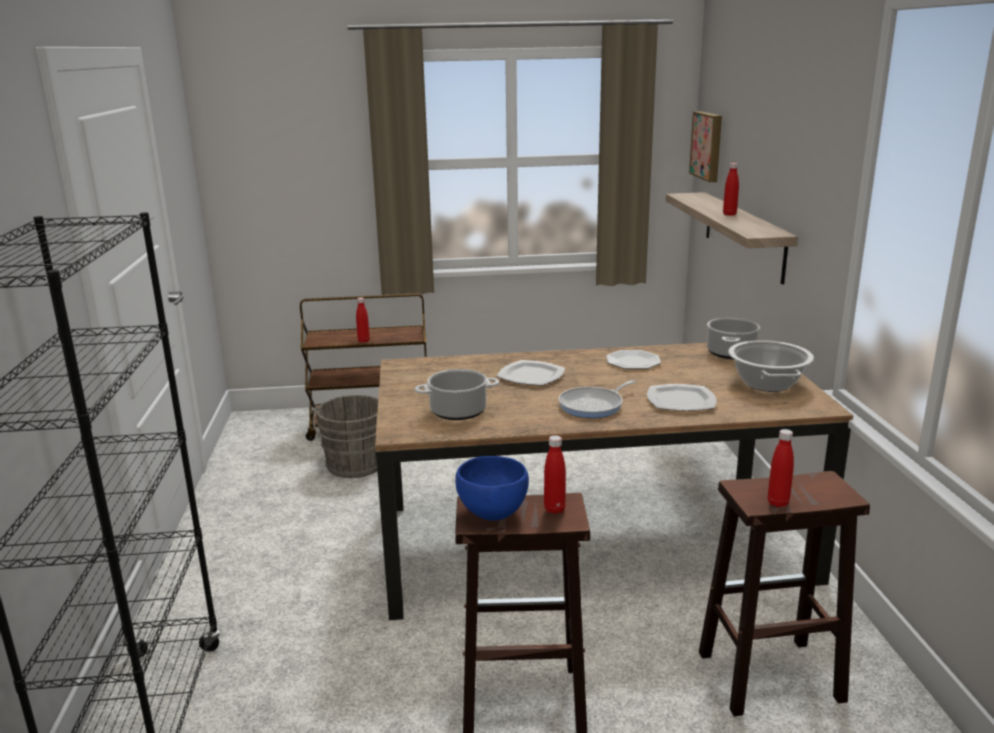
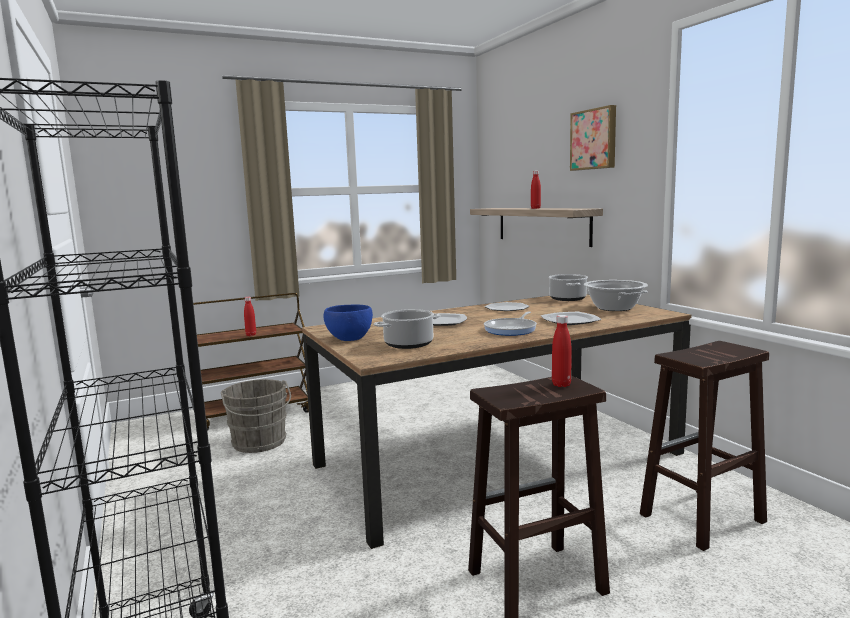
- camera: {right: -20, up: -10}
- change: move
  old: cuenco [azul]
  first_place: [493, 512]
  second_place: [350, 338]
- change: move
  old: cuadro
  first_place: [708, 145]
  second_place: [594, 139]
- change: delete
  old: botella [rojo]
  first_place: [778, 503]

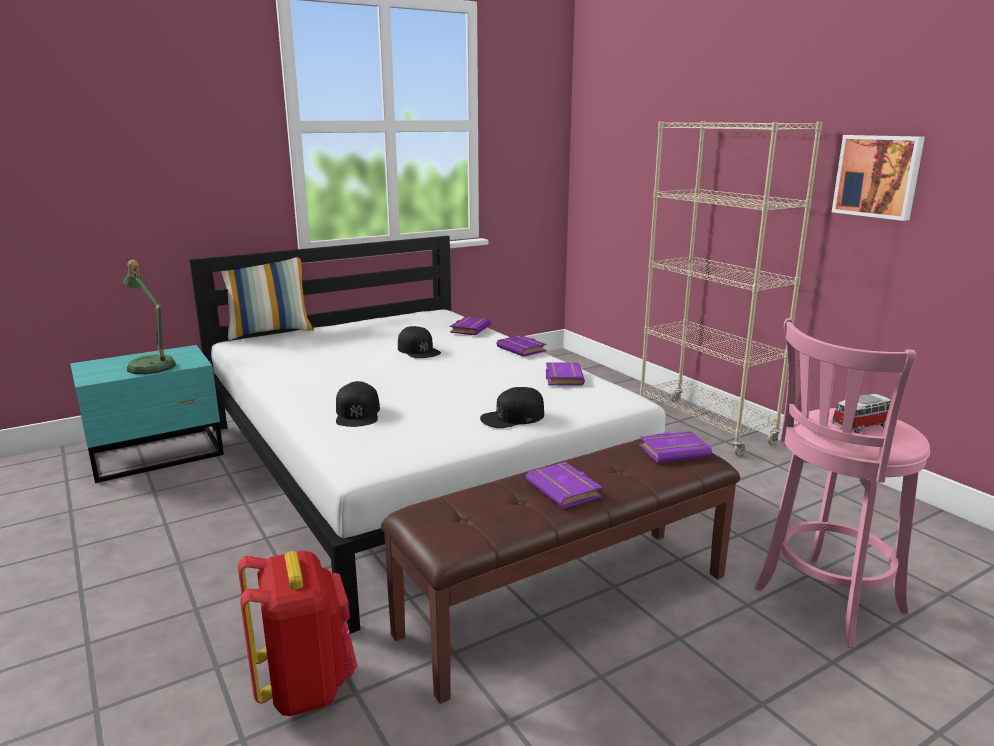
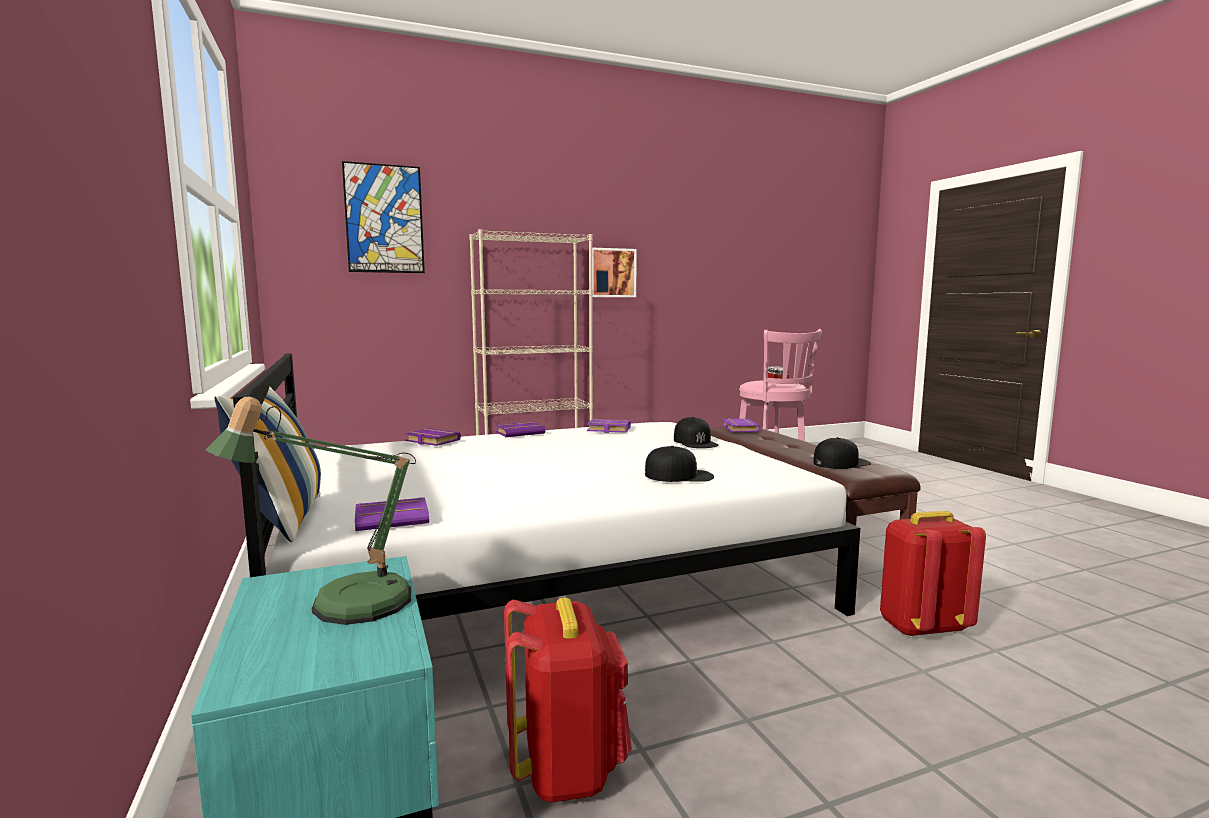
- camera: {right: -80, up: -10}
- change: move
  old: gorra [negro]
  first_place: [418, 350]
  second_place: [841, 463]
- change: move
  old: libro [morado]
  first_place: [566, 490]
  second_place: [393, 519]
- change: insert
  new: cuadro
  second_place: [384, 219]
- change: insert
  new: mochila [rojo]
  second_place: [567, 769]

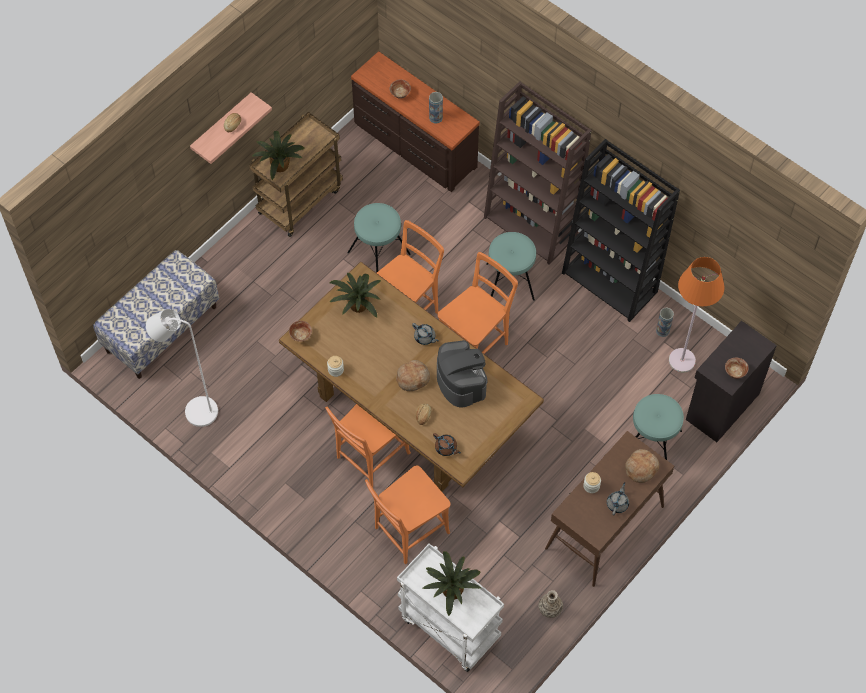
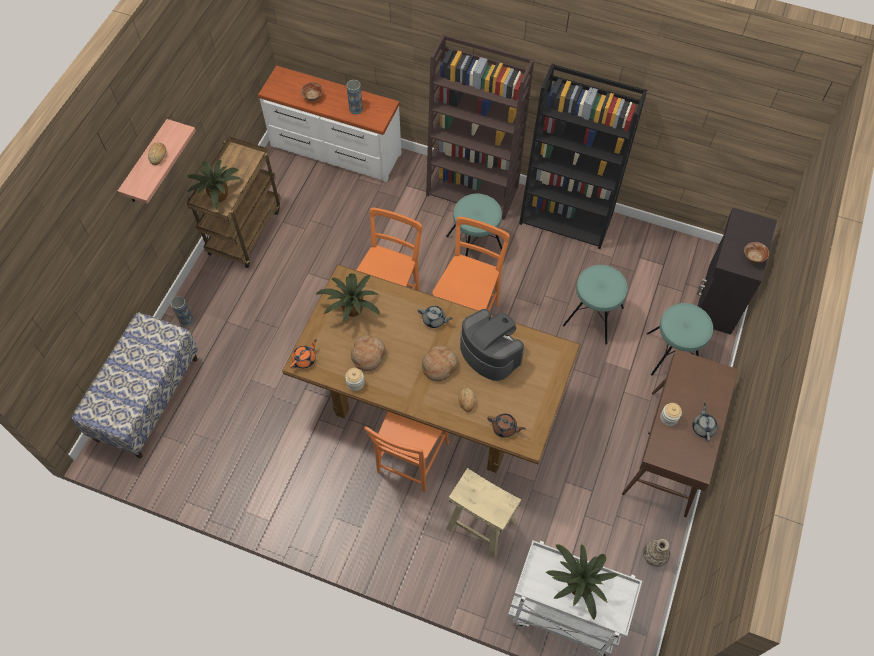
- camera: {right: -20, up: 0}
- change: delete
  old: lámpara de pie [blanco]
  first_place: [195, 411]
- change: replace
  old: cuenco
  new: tetera [naranja]
  first_place: [301, 336]
  second_place: [304, 359]
- change: move
  old: taburete [turquesa]
  first_place: [379, 253]
  second_place: [593, 316]
- change: recolor
  old: cómoda [marrón]
  new: cómoda [blanco]
  first_place: [414, 145]
  second_place: [335, 150]
- change: replace
  old: silla [naranja]
  new: taburete [beis]
  first_place: [408, 532]
  second_place: [480, 525]
- change: move
  old: pan
  first_place: [641, 468]
  second_place: [368, 355]
- change: move
  old: florero
  first_place: [662, 330]
  second_place: [186, 320]
- change: delete
  old: lámpara de pie [naranja]
  first_place: [682, 361]

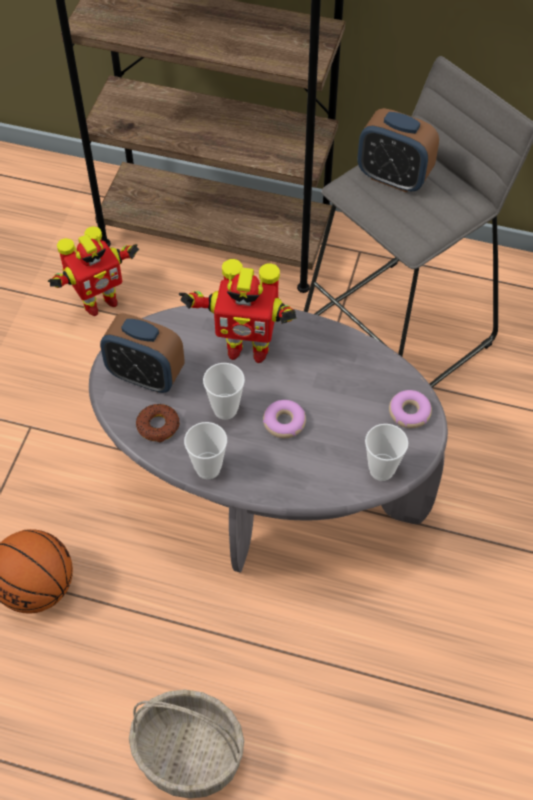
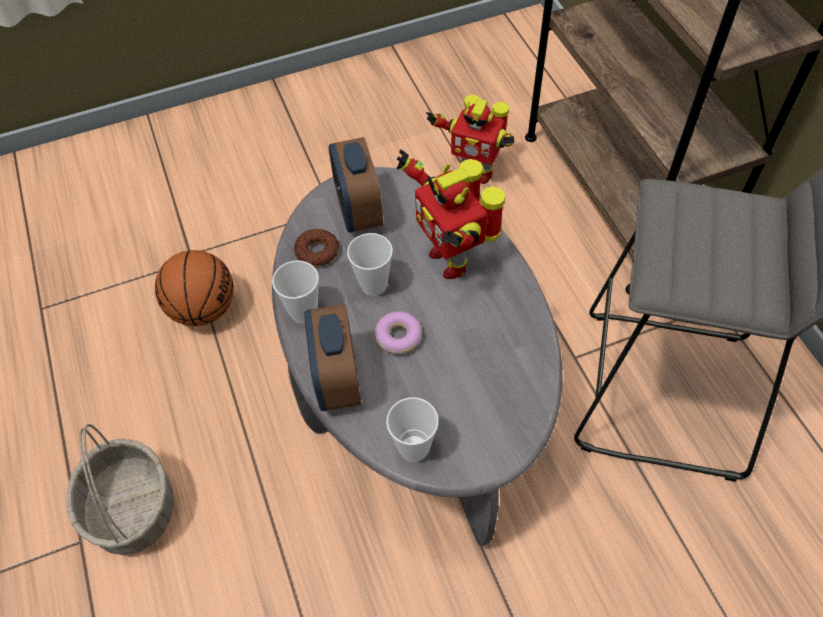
- camera: {right: 55, up: 0}
- change: move
  old: despertador
  first_place: [393, 177]
  second_place: [337, 379]
- change: delete
  old: rosquilla
  first_place: [409, 413]

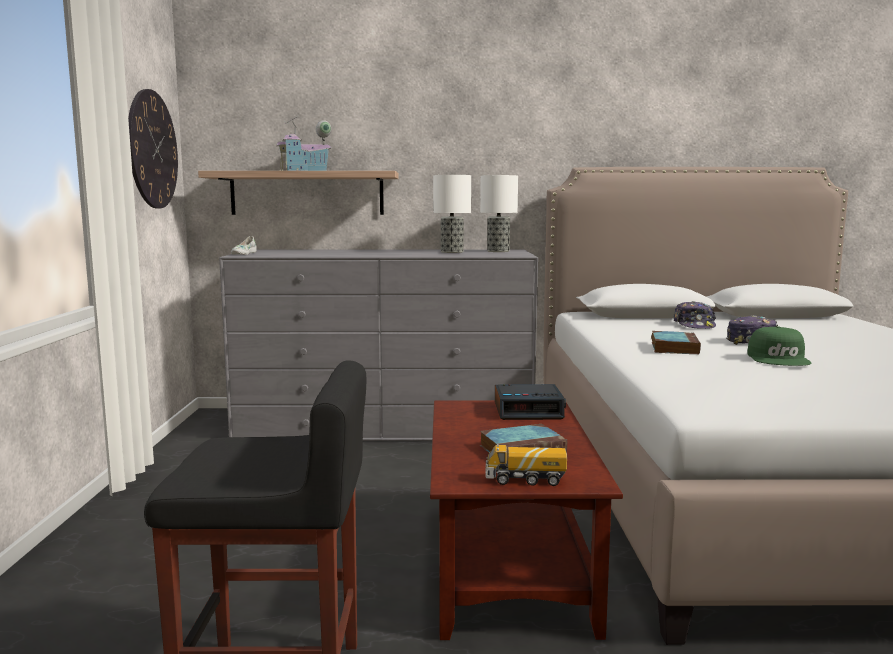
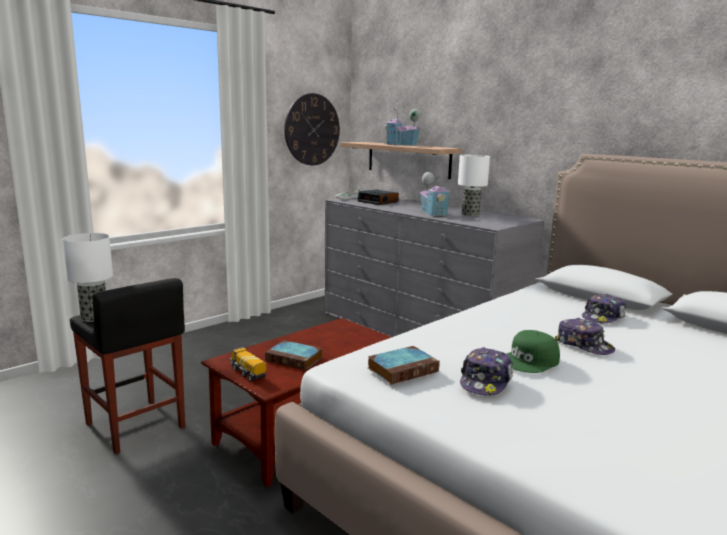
- camera: {right: 45, up: 5}
- change: move
  old: lámpara de mesa
  first_place: [498, 251]
  second_place: [93, 318]
- change: move
  old: despertador
  first_place: [528, 410]
  second_place: [378, 202]
- change: move
  old: libro
  first_place: [673, 347]
  second_place: [403, 369]
- change: insert
  new: casita
  second_place: [433, 213]
- change: insert
  new: gorra
  second_place: [486, 381]

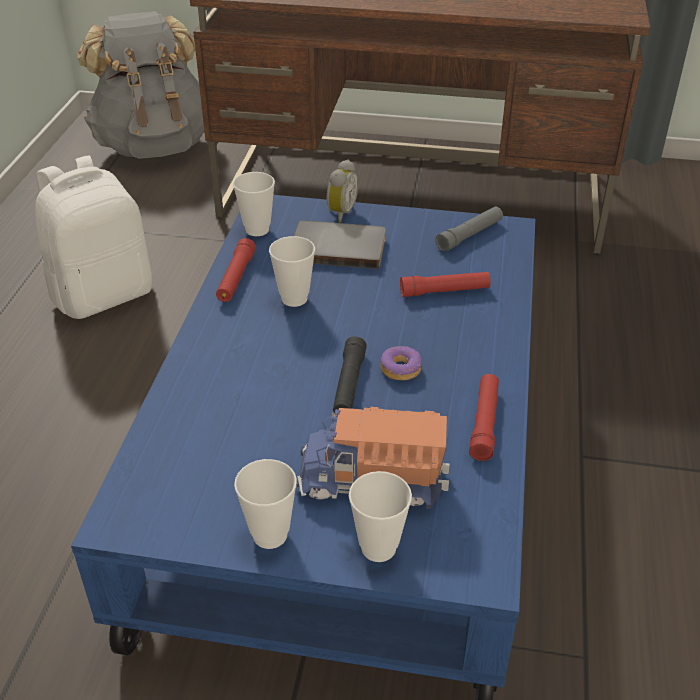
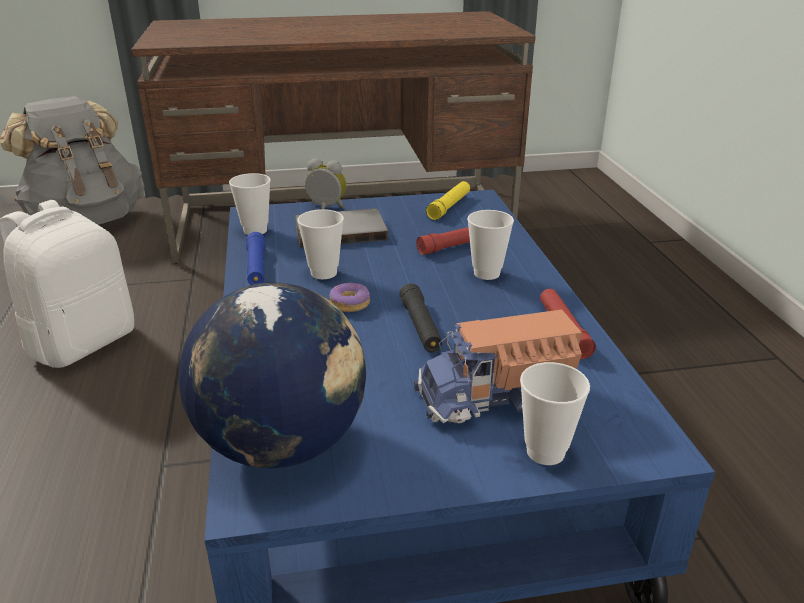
- camera: {right: -20, up: -10}
- change: recolor
  old: linterna [rojo]
  new: linterna [azul]
  first_place: [236, 278]
  second_place: [256, 267]
- change: move
  old: taza
  first_place: [270, 535]
  second_place: [486, 273]
- change: rotate
  old: despertador
  first_place: [340, 213]
  second_place: [325, 208]
  degrees: -75
- change: move
  old: rosquilla
  first_place: [401, 369]
  second_place: [350, 304]
- change: recolor
  old: linterna [gris]
  new: linterna [amarillo]
  first_place: [470, 235]
  second_place: [449, 206]
- change: insert
  new: globo terráqueo
  second_place: [283, 443]

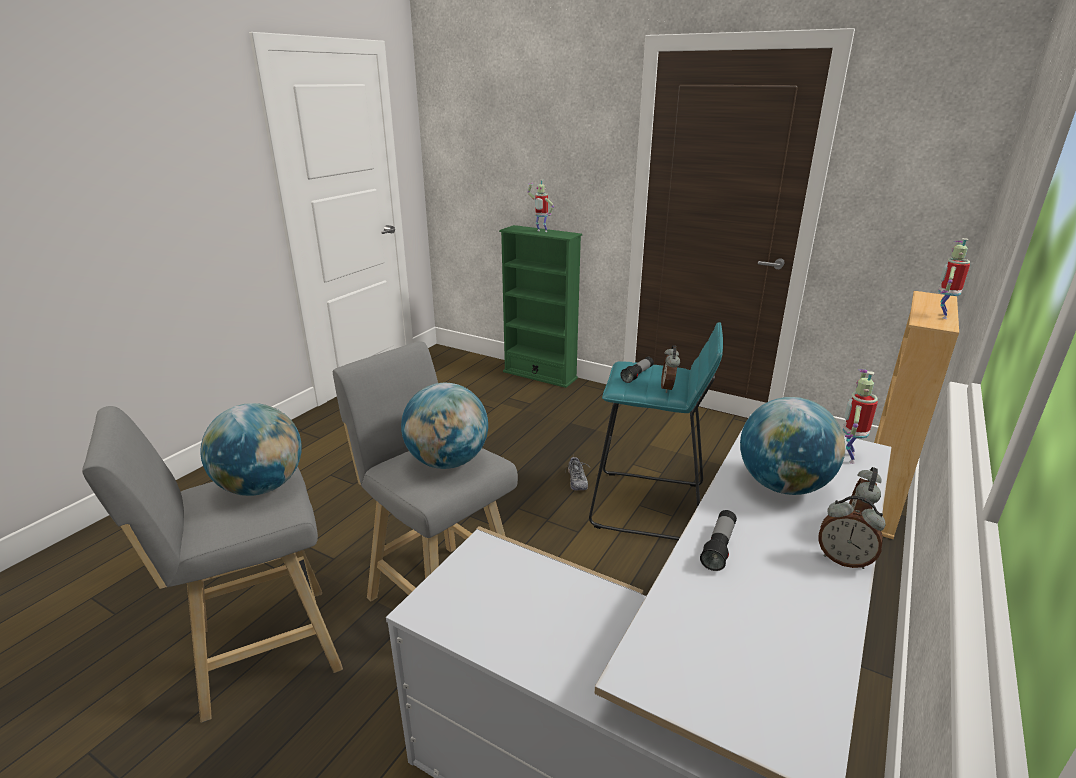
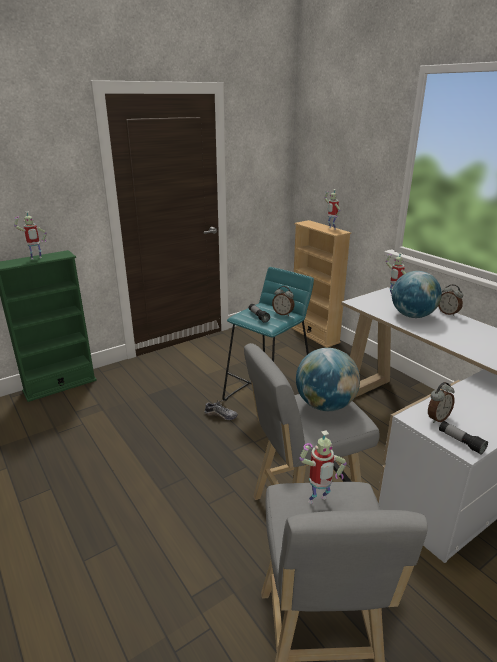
- camera: {right: -65, up: 0}
- change: replace
  old: globo terráqueo
  new: robot de juguete
  first_place: [261, 487]
  second_place: [318, 502]
- change: move
  old: linterna
  first_place: [719, 547]
  second_place: [460, 442]
- change: move
  old: despertador
  first_place: [844, 559]
  second_place: [437, 418]

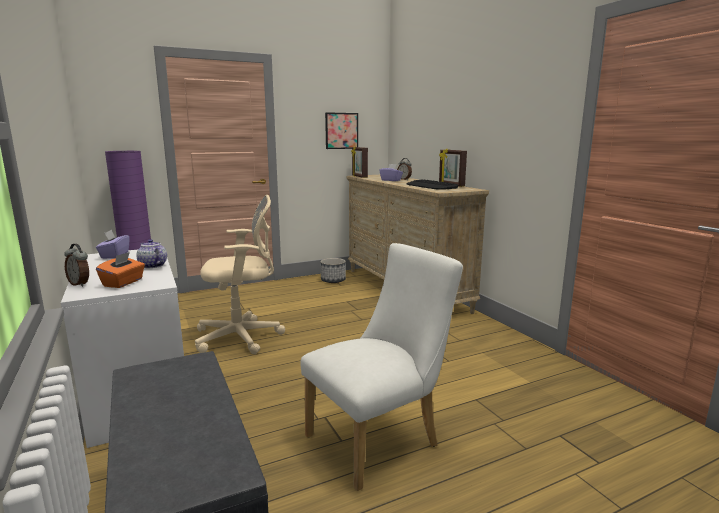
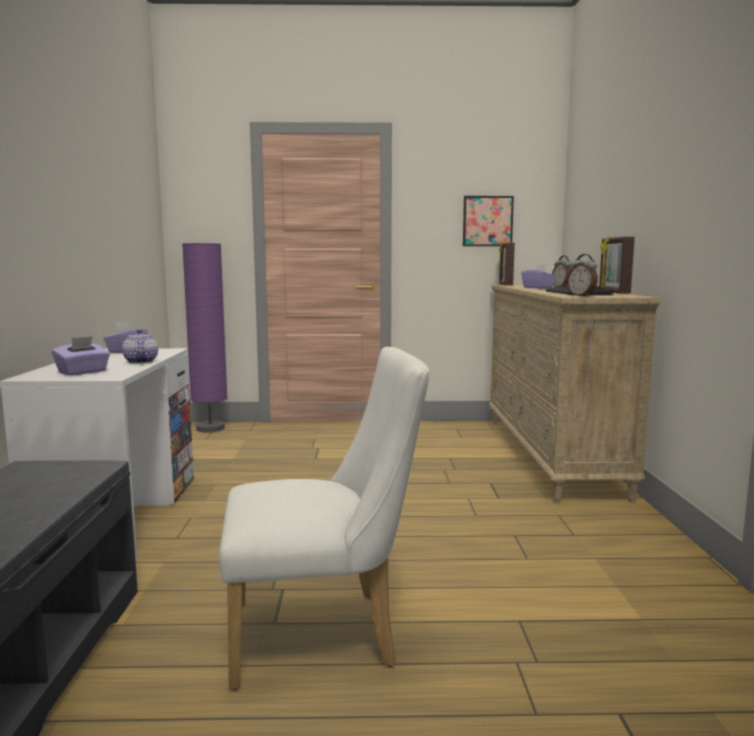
- camera: {right: 25, up: -5}
- change: move
  old: despertador
  first_place: [80, 284]
  second_place: [581, 296]
- change: recolor
  old: caja de pañuelos [naranja]
  new: caja de pañuelos [morado]
  first_place: [123, 283]
  second_place: [83, 372]
- change: delete
  old: silla de oficina [beis]
  first_place: [242, 337]
- change: delete
  old: maceta
  first_place: [333, 280]

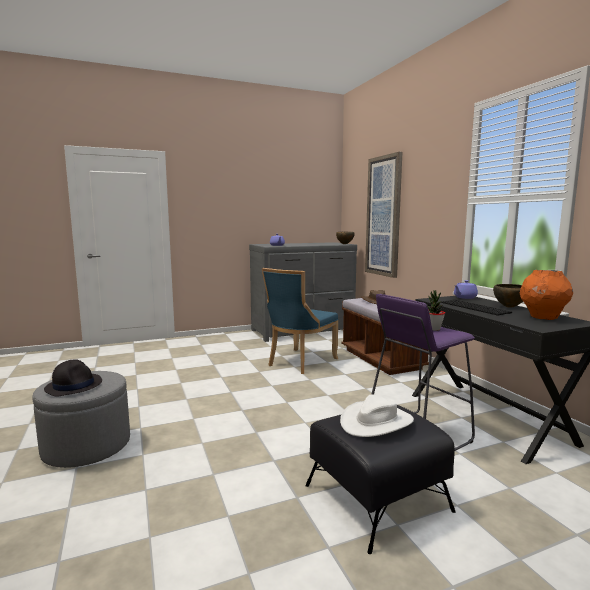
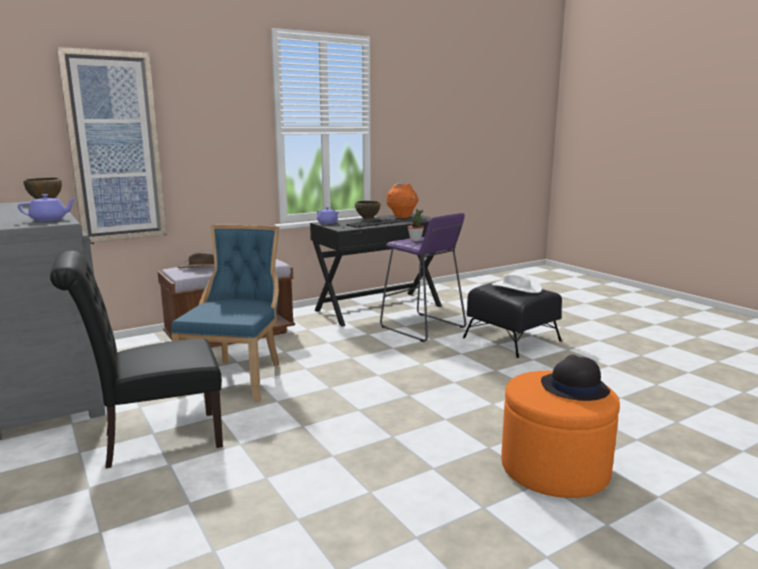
- camera: {right: -100, up: 5}
- change: recolor
  old: puf [gris]
  new: puf [naranja]
  first_place: [87, 446]
  second_place: [554, 469]
- change: rotate
  old: silla [azul]
  first_place: [299, 362]
  second_place: [237, 378]
  degrees: -105
- change: insert
  new: silla [negro]
  second_place: [154, 440]

